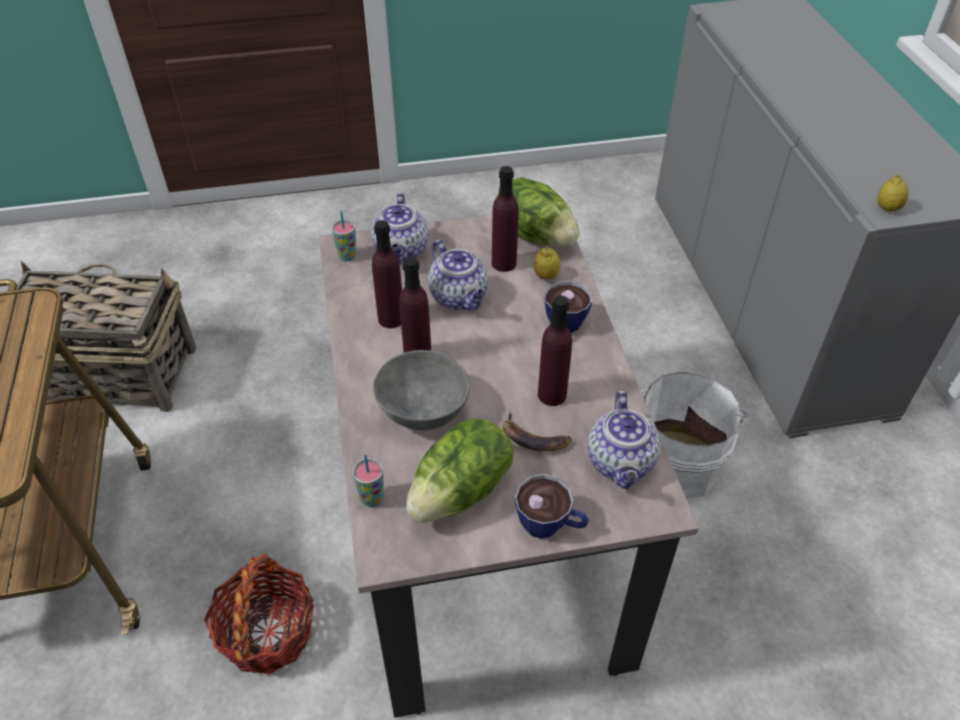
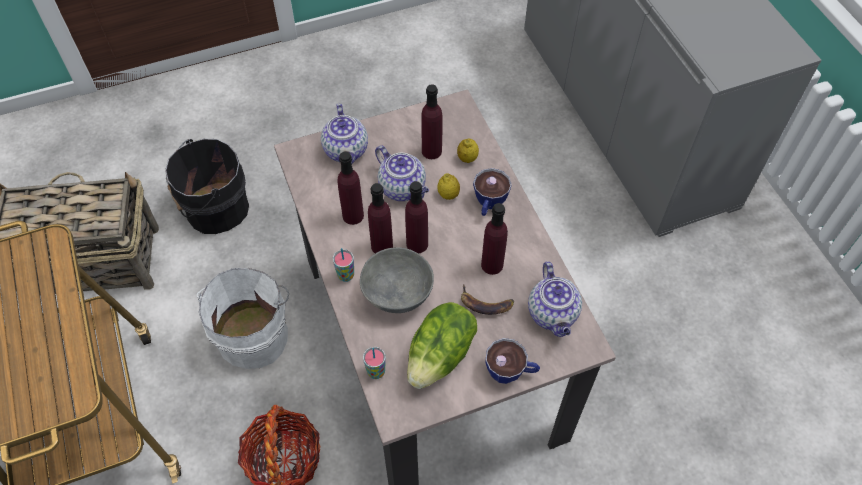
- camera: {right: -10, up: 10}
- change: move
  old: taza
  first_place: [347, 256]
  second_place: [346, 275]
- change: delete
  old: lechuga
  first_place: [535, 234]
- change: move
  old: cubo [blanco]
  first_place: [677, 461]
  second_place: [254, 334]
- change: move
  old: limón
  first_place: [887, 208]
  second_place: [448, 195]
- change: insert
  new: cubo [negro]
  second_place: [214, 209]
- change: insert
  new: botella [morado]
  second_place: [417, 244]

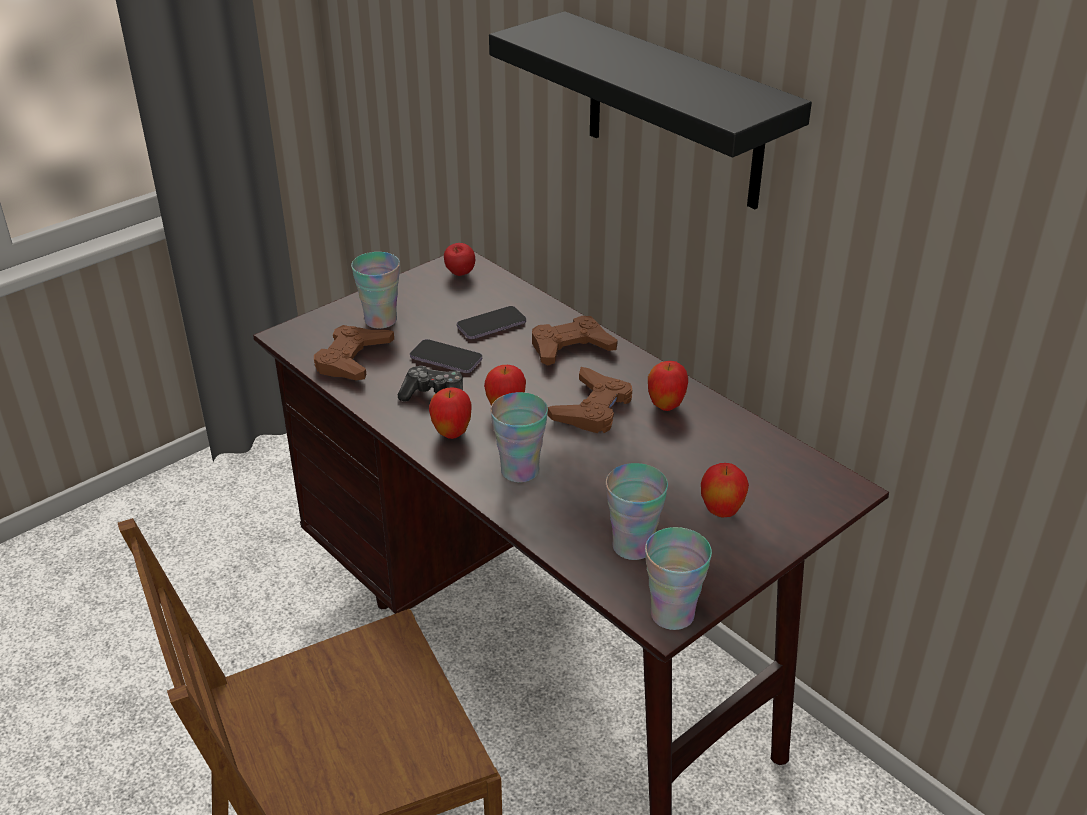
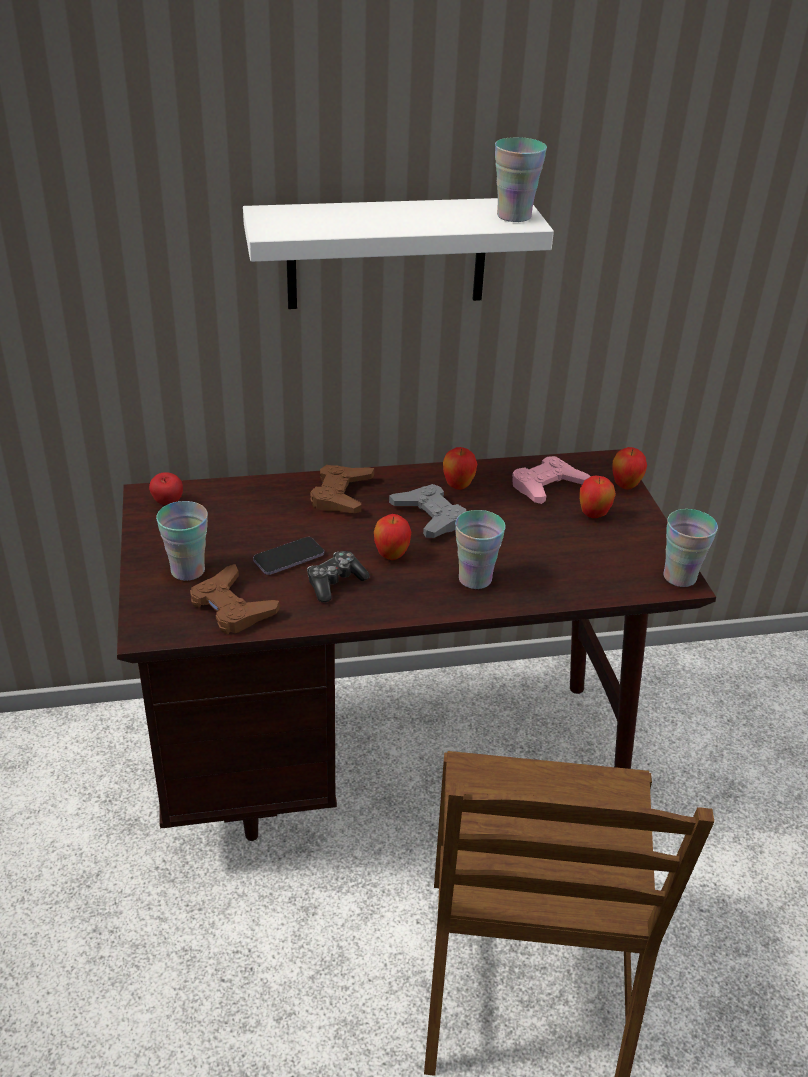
- camera: {right: -60, up: 0}
- change: move
  old: manzana
  first_place: [452, 433]
  second_place: [625, 486]
- change: delete
  old: móvil
  first_place: [491, 325]
- change: recolor
  old: estante [negro]
  new: estante [blanco]
  first_place: [674, 112]
  second_place: [387, 253]
- change: recolor
  old: mando de consola [marrón]
  new: mando de consola [gris]
  first_place: [592, 408]
  second_place: [430, 517]
- change: move
  old: taza
  first_place: [633, 546]
  second_place: [514, 216]
- change: insert
  new: mando de consola [rosa]
  second_place: [547, 486]

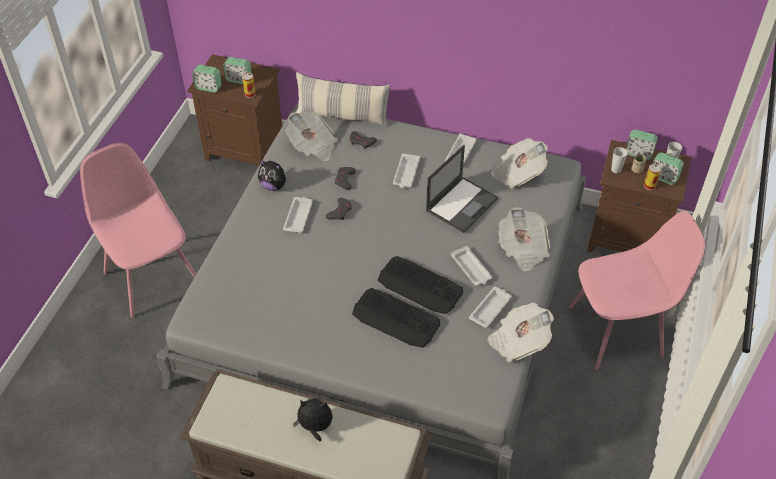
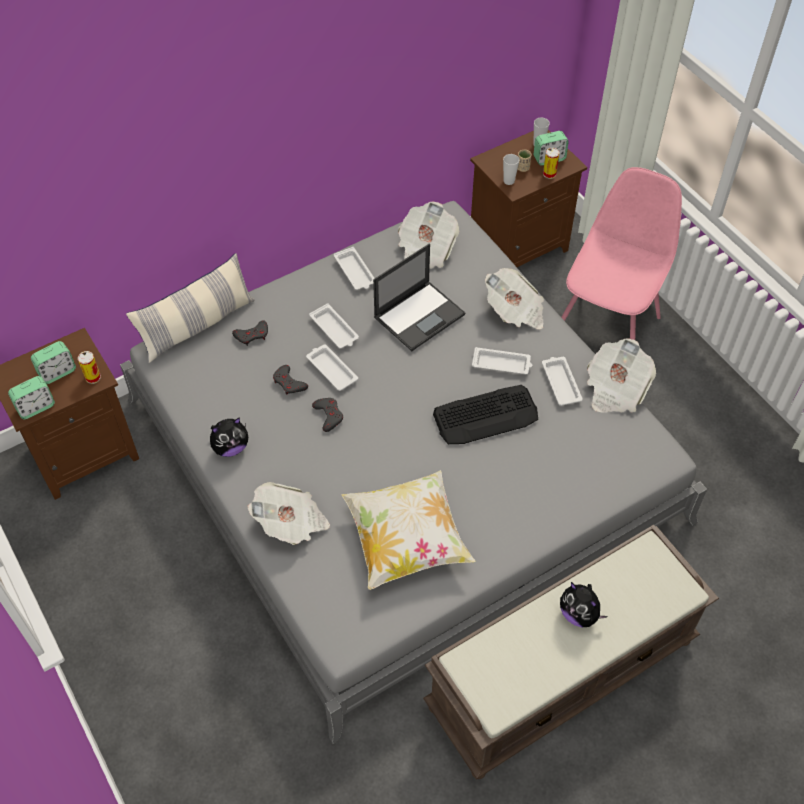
- camera: {right: -50, up: 5}
- change: delete
  old: silla [rosa]
  first_place: [151, 276]
- change: move
  old: bandeja [blanco]
  first_place: [298, 216]
  second_place: [331, 369]
- change: move
  old: periódico
  first_place: [312, 146]
  second_place: [291, 523]
- change: rotate
  old: peluche
  first_place: [315, 427]
  second_place: [579, 614]
  degrees: -90
- change: delete
  old: teclado
  first_place: [396, 318]
- change: rotate
  old: portátil
  first_place: [462, 204]
  second_place: [420, 315]
  degrees: 60
- change: delete
  old: despertador
  first_place: [639, 153]
- change: insert
  new: cojín
  second_place: [406, 541]

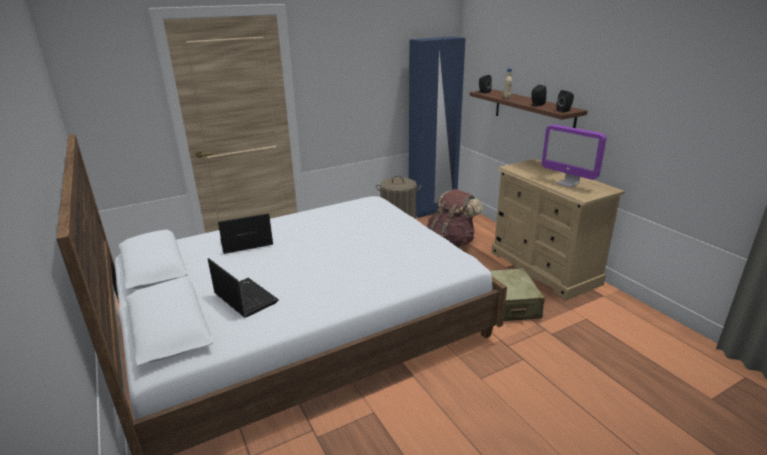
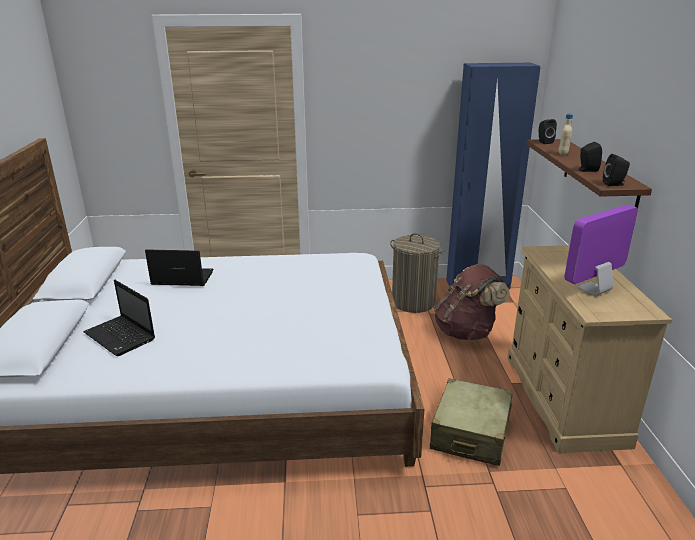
- camera: {right: 25, up: 0}
- change: rotate
  old: portátil
  first_place: [244, 298]
  second_place: [121, 337]
  degrees: 150
- change: rotate
  old: monitor
  first_place: [568, 183]
  second_place: [594, 289]
  degrees: 75

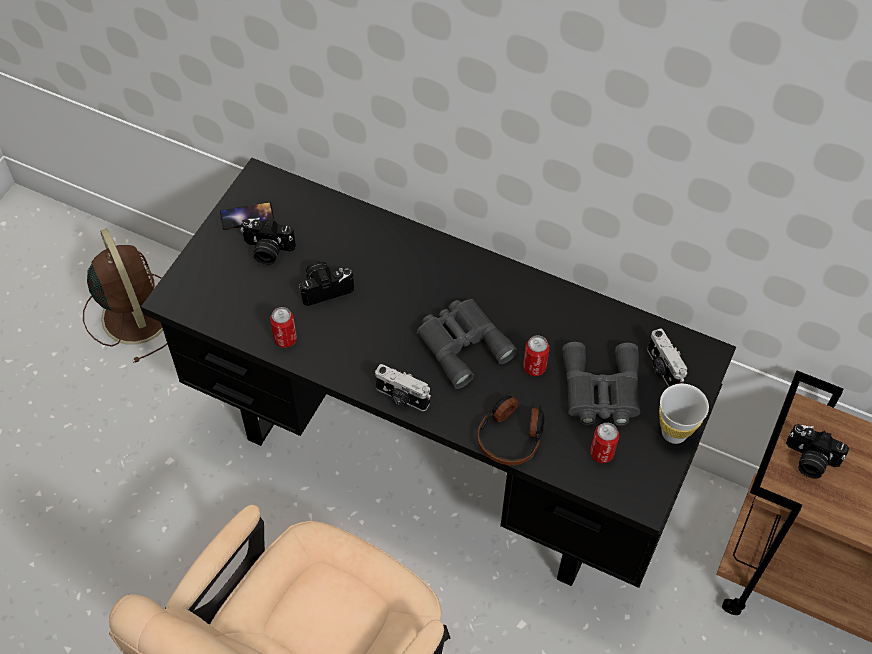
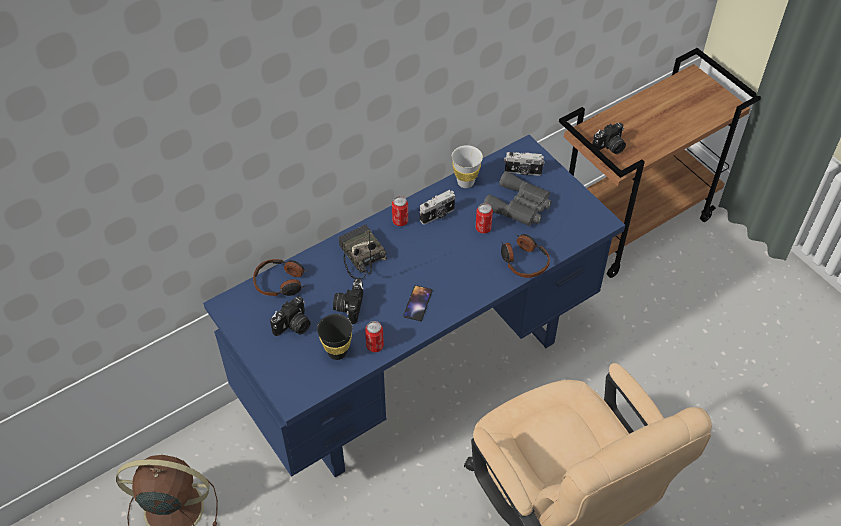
- camera: {right: -60, up: -5}
- change: recolor
  old: escritorio [negro]
  new: escritorio [azul]
  first_place: [436, 454]
  second_place: [420, 370]
- change: move
  old: móvil
  first_place: [247, 216]
  second_place: [417, 303]
- change: move
  old: cámara
  first_place: [402, 397]
  second_place: [438, 215]
- change: delete
  old: prismáticos [gris]
  first_place: [462, 343]
- change: move
  old: lata
  first_place: [601, 453]
  second_place: [400, 221]
- change: move
  old: taza [blanco]
  first_place: [674, 432]
  second_place: [465, 182]
- change: insert
  new: auriculares
  second_place: [281, 283]
- change: insert
  new: taza [negro]
  second_place: [337, 352]
- change: insert
  new: radio
  second_place: [360, 256]

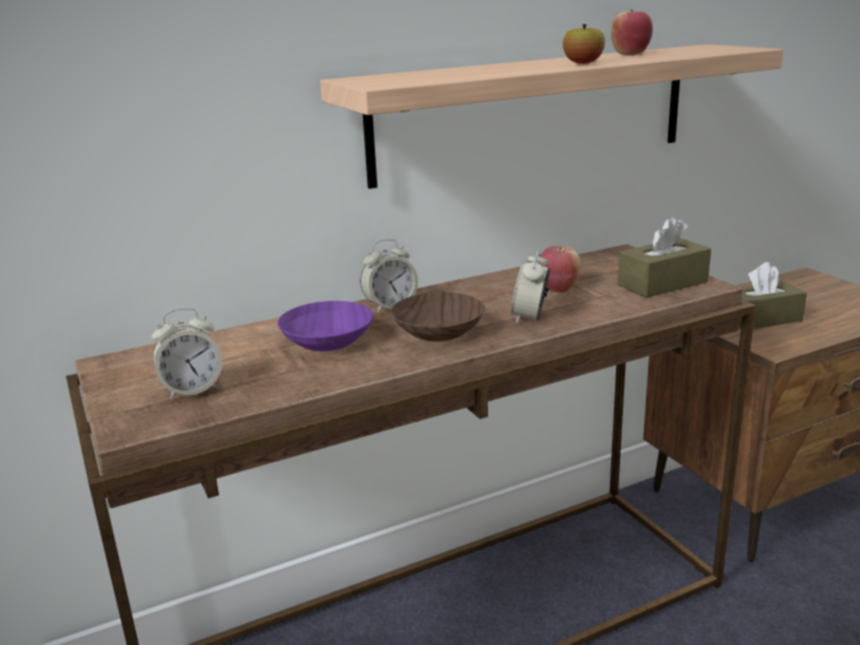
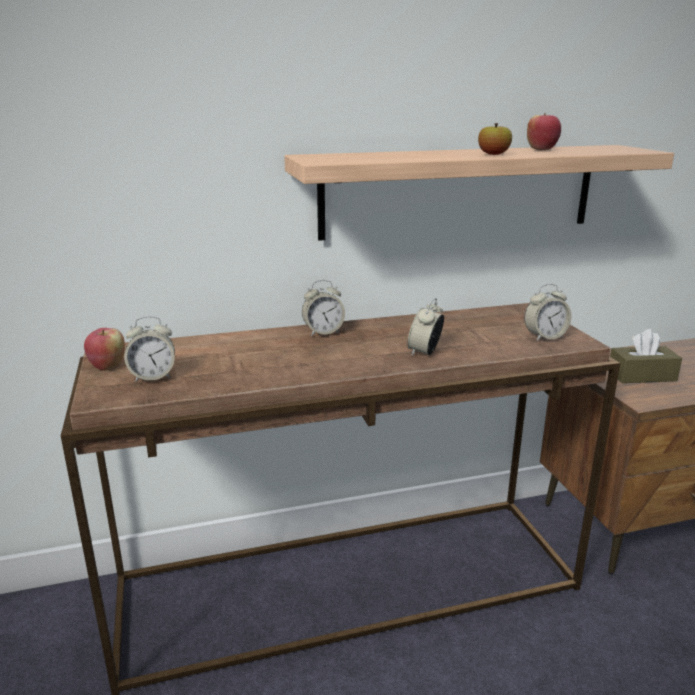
- camera: {right: 10, up: 0}
- change: delete
  old: cuenco [morado]
  first_place: [327, 342]
- change: delete
  old: cuenco [marrón]
  first_place: [438, 330]
- change: move
  old: manzana
  first_place: [558, 289]
  second_place: [108, 366]
- change: replace
  old: caja de pañuelos [marrón]
  new: despertador
  first_place: [662, 283]
  second_place: [544, 337]

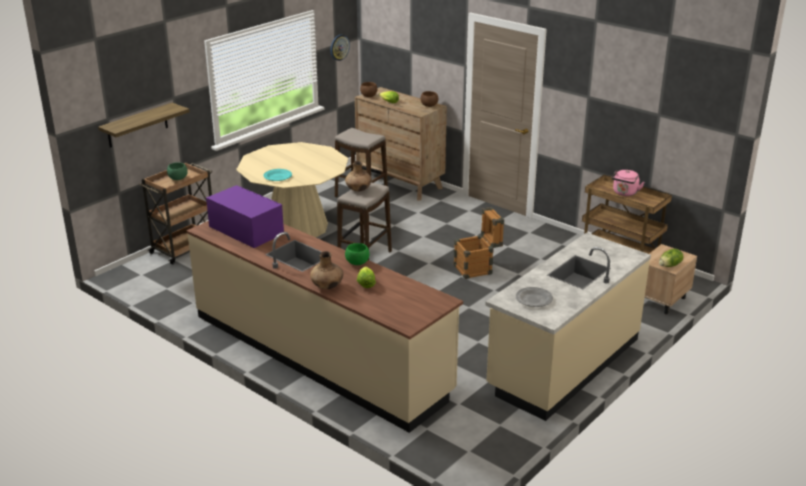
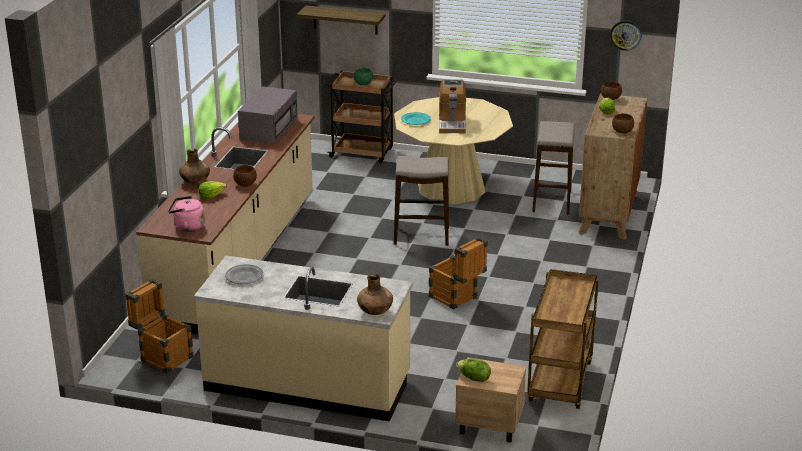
- camera: {right: 65, up: 0}
- change: recolor
  old: microondas [morado]
  new: microondas [gris]
  first_place: [245, 230]
  second_place: [269, 128]
- change: move
  old: florero [marrón]
  first_place: [358, 190]
  second_place: [375, 312]
- change: recolor
  old: cuenco [verde]
  new: cuenco [marrón]
  first_place: [357, 263]
  second_place: [245, 184]
- change: move
  old: hervidor [rosa]
  first_place: [624, 193]
  second_place: [187, 227]
- change: insert
  new: caja de embalaje
  second_place: [163, 356]
- change: insert
  new: cafetera
  second_place: [452, 123]

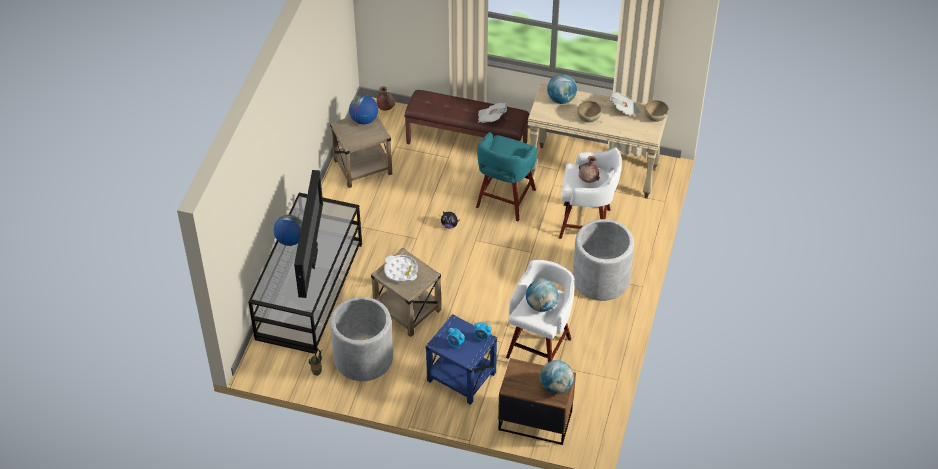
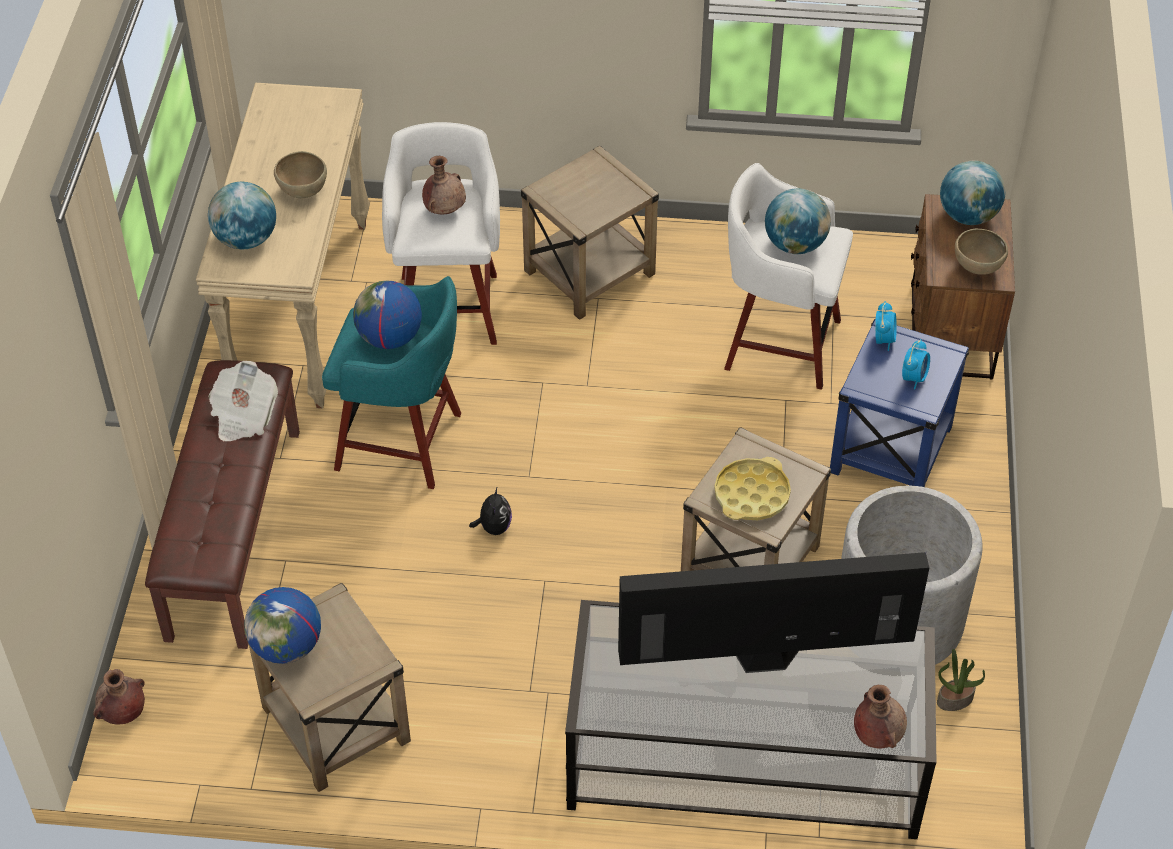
- camera: {right: -100, up: 0}
- change: move
  old: globo terráqueo
  first_place: [290, 240]
  second_place: [389, 338]
- change: recolor
  old: bandeja [blanco]
  new: bandeja [amarillo]
  first_place: [401, 271]
  second_place: [751, 494]
- change: replace
  old: maceta [gris]
  new: mesa auxiliar [beis]
  first_place: [600, 279]
  second_place: [588, 273]
- change: delete
  old: periódico
  first_place: [625, 110]
- change: move
  old: cuenco [marrón]
  first_place: [655, 118]
  second_place: [977, 268]
- change: insert
  new: florero [marrón]
  second_place: [876, 734]

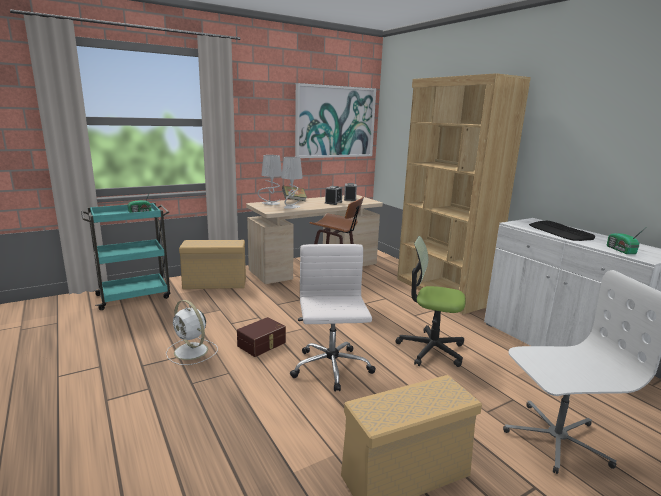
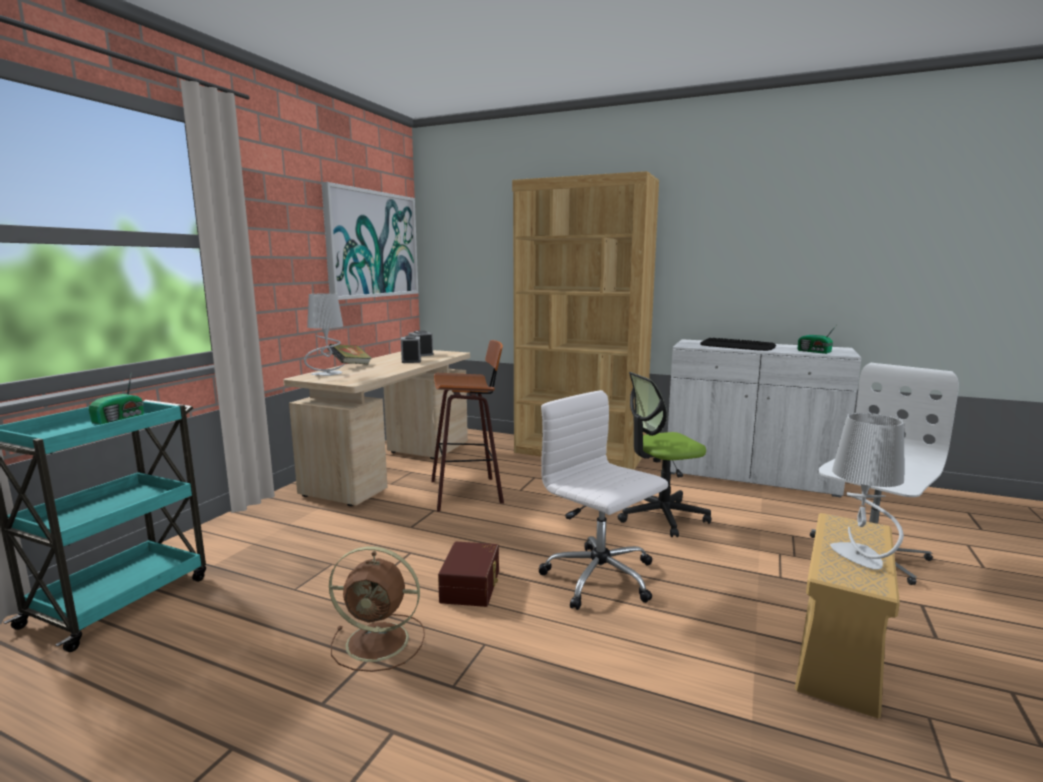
- camera: {right: -35, up: -5}
- change: recolor
  old: ventilador [blanco]
  new: ventilador [marrón]
  first_place: [192, 352]
  second_place: [380, 641]
- change: delete
  old: caja de almacenaje [beis]
  first_place: [216, 283]
- change: move
  old: lámpara de mesa [gris]
  first_place: [291, 207]
  second_place: [859, 557]

